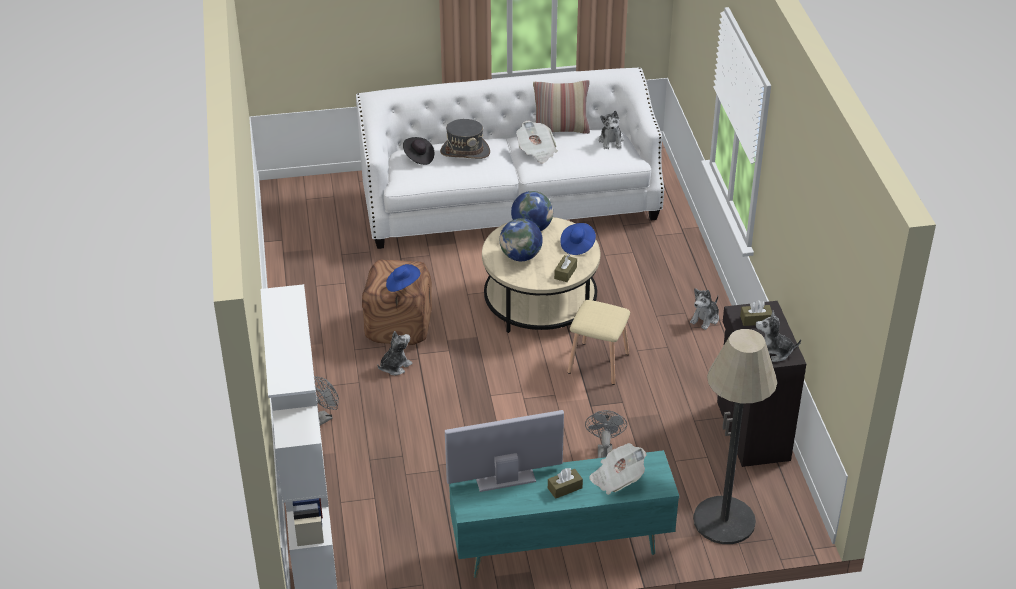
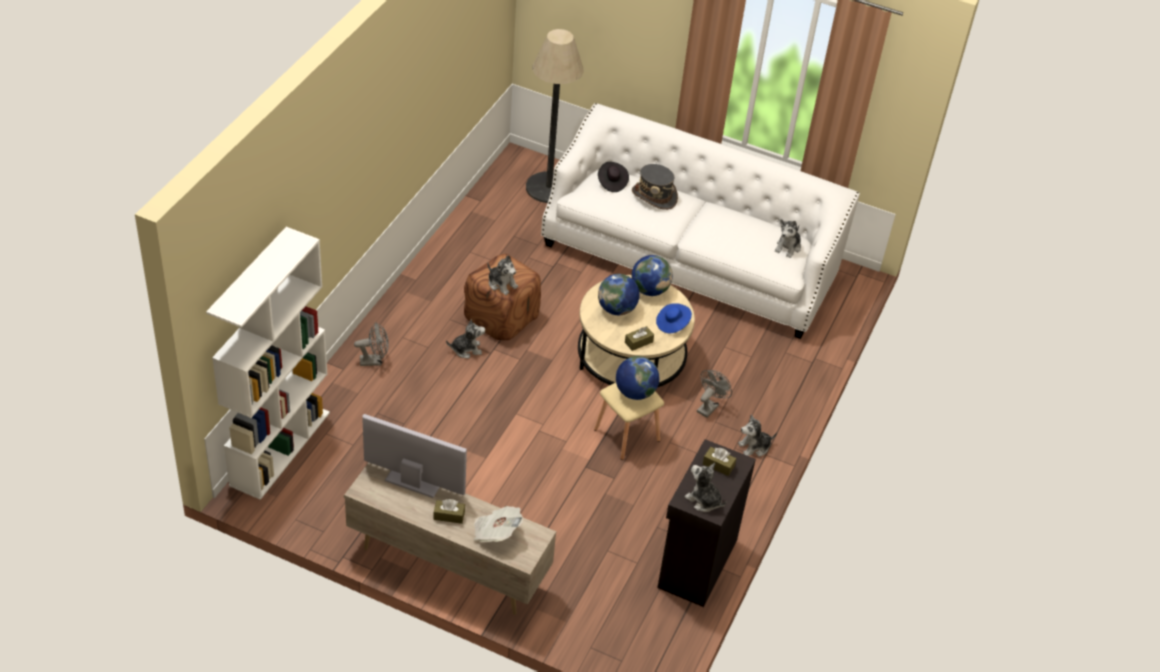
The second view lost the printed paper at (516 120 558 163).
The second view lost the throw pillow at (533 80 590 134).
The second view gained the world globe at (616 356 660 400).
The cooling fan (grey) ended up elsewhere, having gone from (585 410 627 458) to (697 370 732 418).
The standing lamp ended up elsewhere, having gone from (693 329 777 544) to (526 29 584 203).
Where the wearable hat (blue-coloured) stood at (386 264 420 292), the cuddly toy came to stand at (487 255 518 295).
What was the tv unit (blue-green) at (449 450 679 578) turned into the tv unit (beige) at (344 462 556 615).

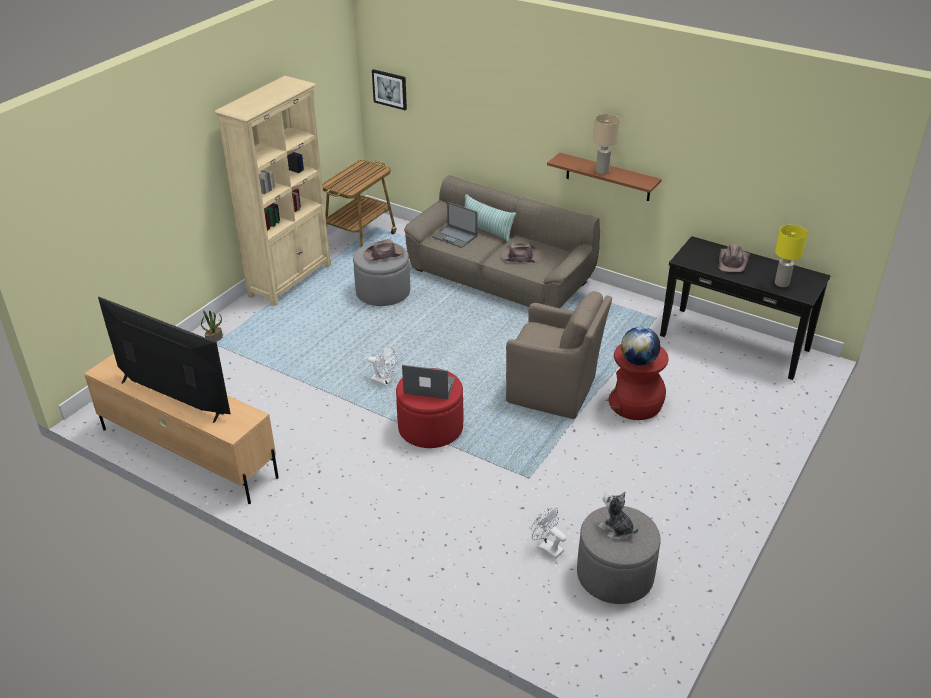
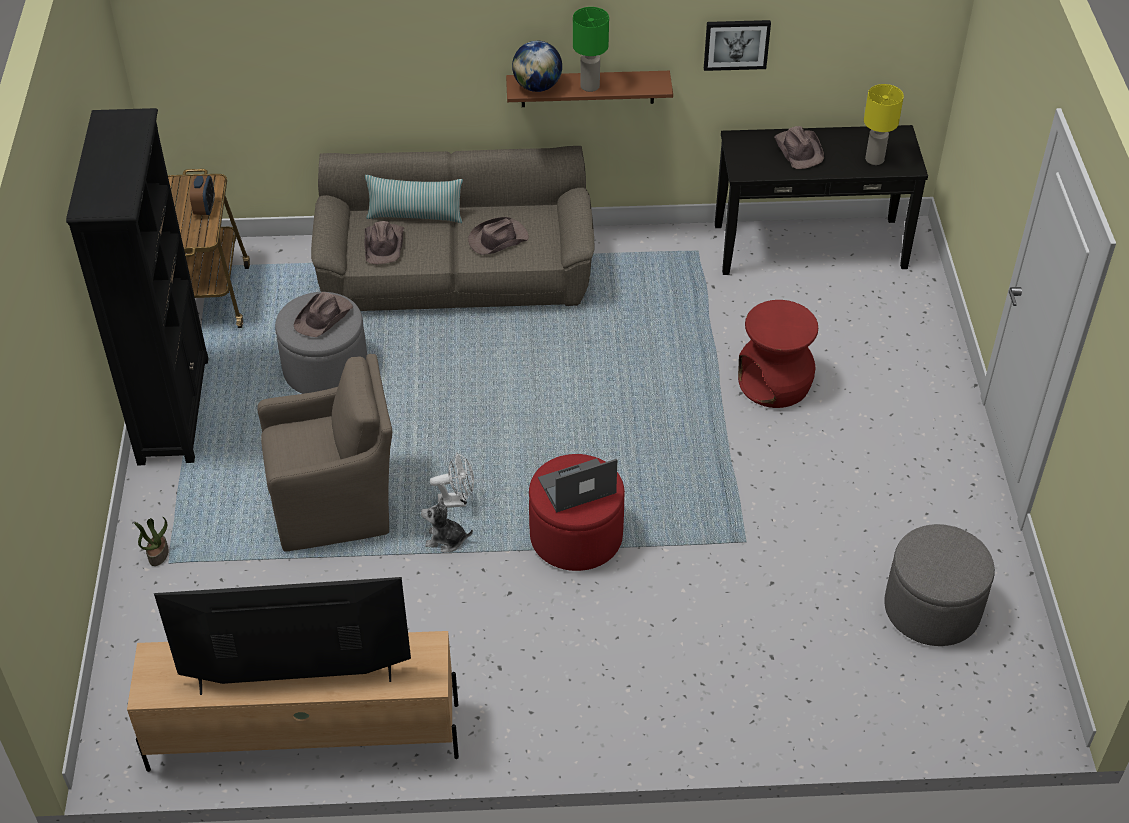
The second view lost the cooling fan (whitish) at (531 508 567 559).
The second view gained the alarm clock at (190 175 215 215).
The picture ended up elsewhere, having gone from (372 69 407 110) to (704 20 771 71).
The armchair (brown) ended up elsewhere, having gone from (506 291 612 419) to (257 354 392 551).
The cuddly toy ended up elsewhere, having gone from (598 492 638 540) to (421 497 473 553).
The world globe ended up elsewhere, having gone from (621 327 661 365) to (512 41 562 92).
Where the portable computer stood at (432 202 477 248), the wearable hat (brown) came to stand at (365 221 404 264).
What was the shelving unit (beige) at (215 76 331 307) turned into the shelving unit (black) at (66 108 208 465).
What was the table lamp (beige) at (593 114 620 174) turned into the table lamp (green-coloured) at (573 7 609 92).

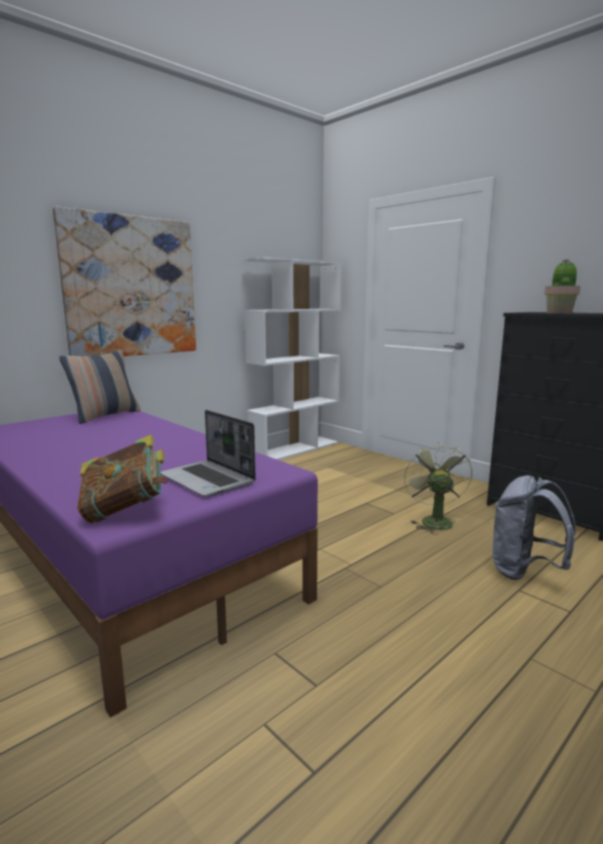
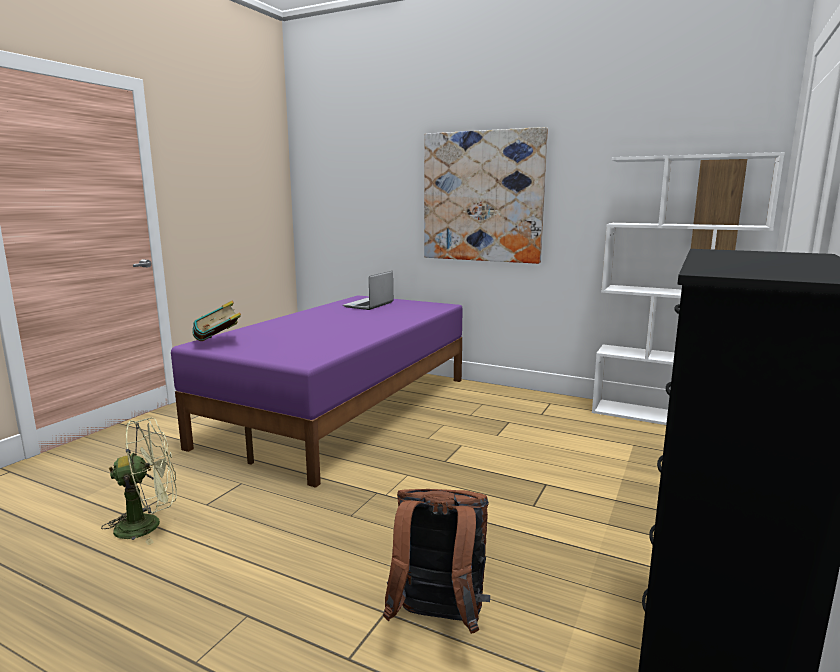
The second view lost the throw pillow at (59 350 141 424).
The second view lost the plant in a pot at (544 259 581 313).
The portable computer ended up elsewhere, having gone from (161 410 256 497) to (343 271 393 310).
The cooling fan (green-coloured) ended up elsewhere, having gone from (404 442 472 534) to (101 418 177 545).
What was the backpack (grey) at (493 475 576 580) turned into the backpack (brown) at (383 489 490 634).

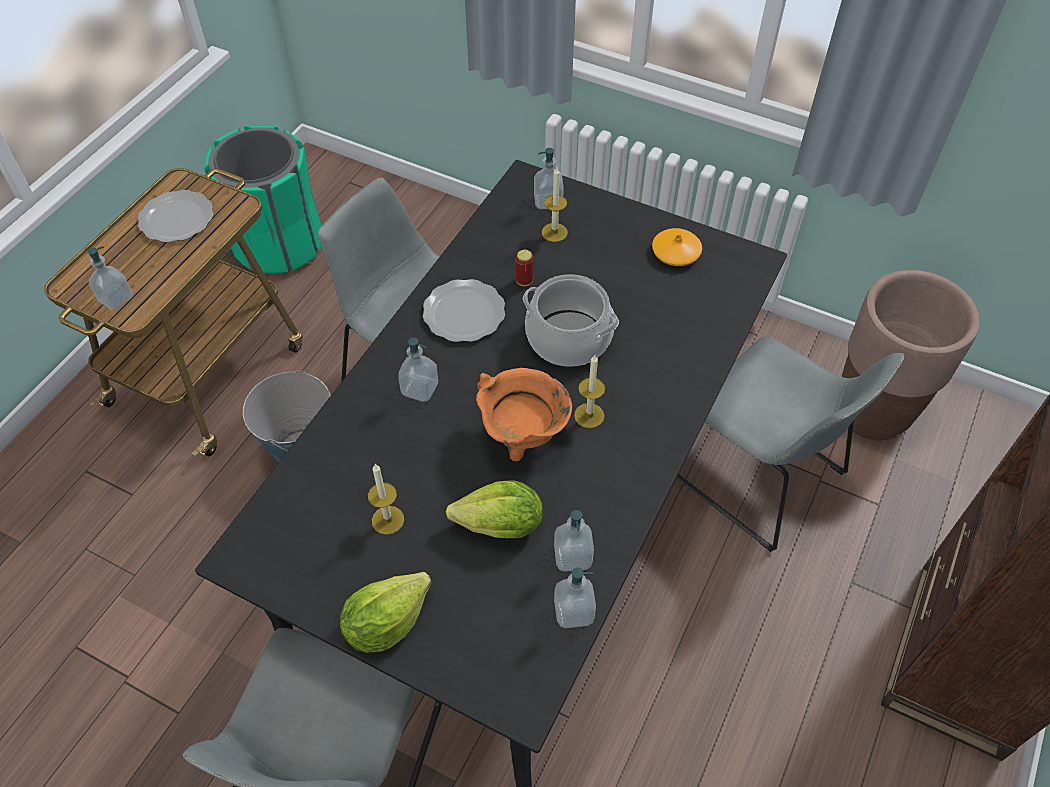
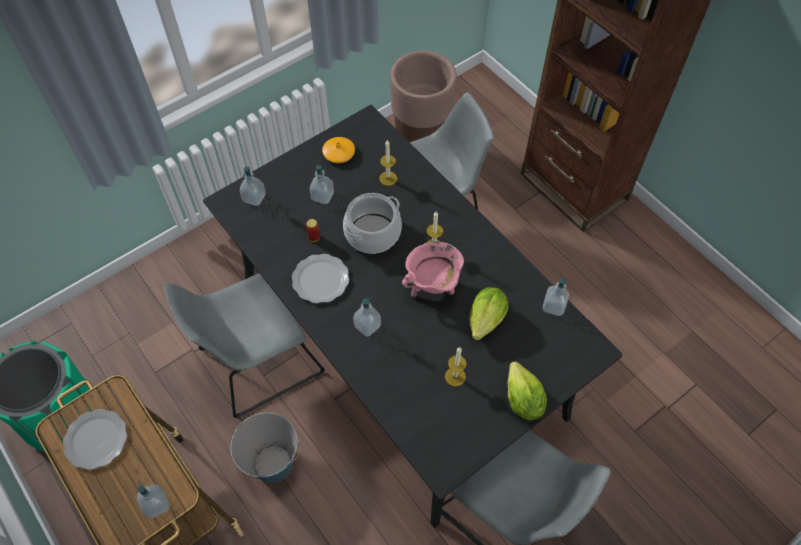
The candle ended up elsewhere, having gone from (542 167 568 242) to (379 140 397 186).
The soap dispenser ended up elsewhere, having gone from (554 510 594 571) to (310 165 334 204).
What was the stockpot (orange-coloured) at (476 368 572 461) turned into the stockpot (pink) at (402 241 464 298).

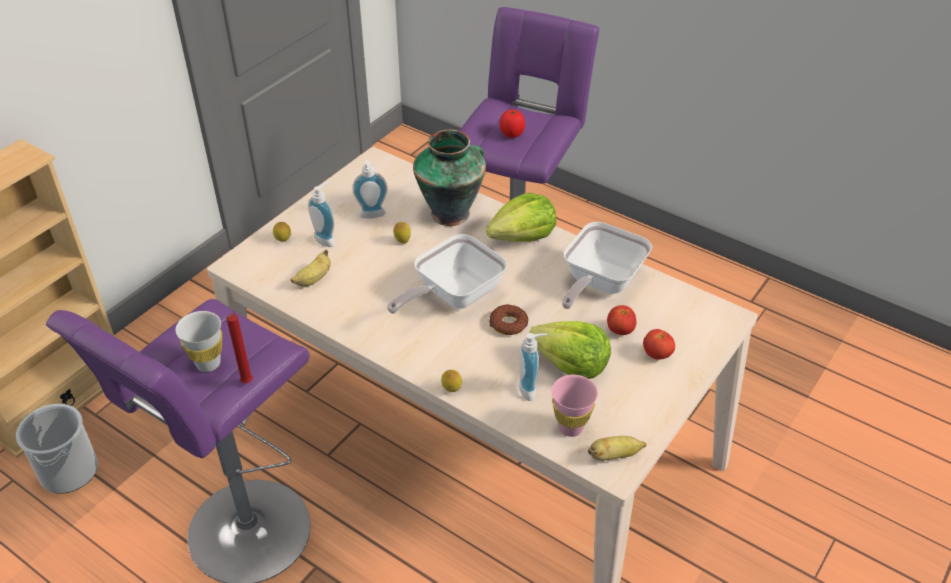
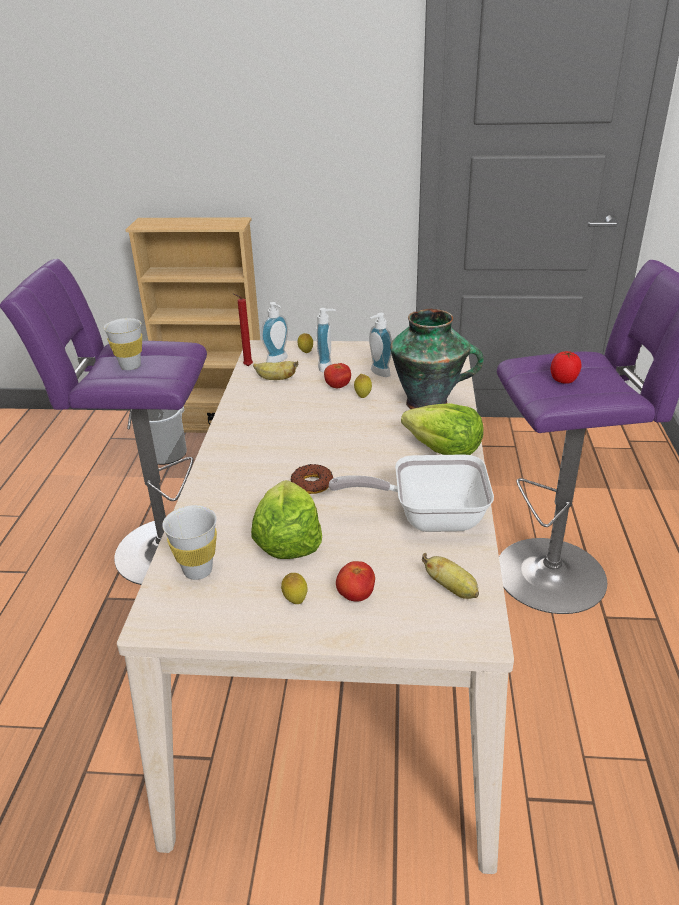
The second view lost the skillet at (387 234 507 314).
The candle (reddish) ended up elsewhere, having gone from (227 314 253 383) to (234 294 253 366).
The citrus fruit ended up elsewhere, having gone from (441 370 462 392) to (281 573 308 604).
The soap dispenser ended up elsewhere, having gone from (519 333 547 401) to (261 302 288 363).
The banana ended up elsewhere, having gone from (588 436 647 461) to (422 553 479 599).
The fresh tomato ended up elsewhere, having gone from (607 305 637 335) to (324 363 351 388).
What was the small cup (pink) at (552 375 598 437) turned into the small cup (whitish) at (162 505 217 580).

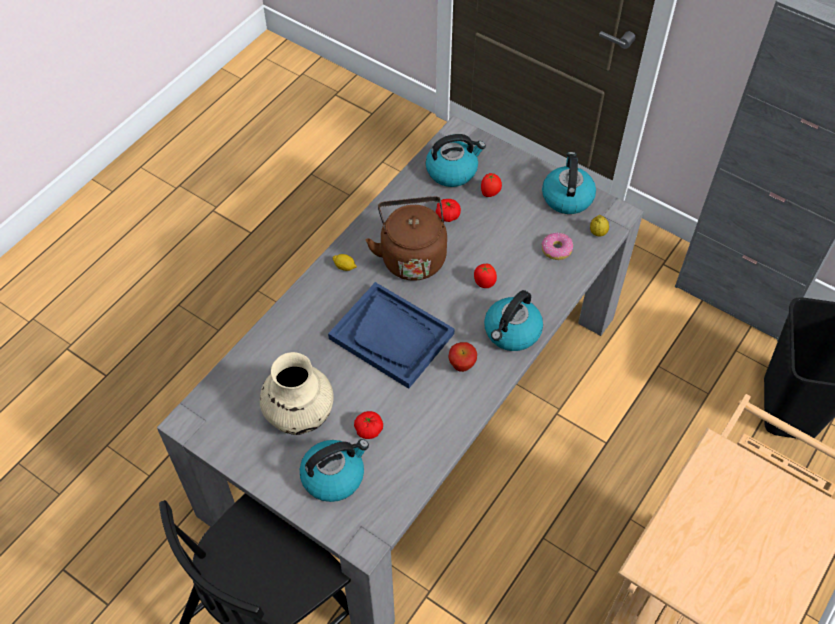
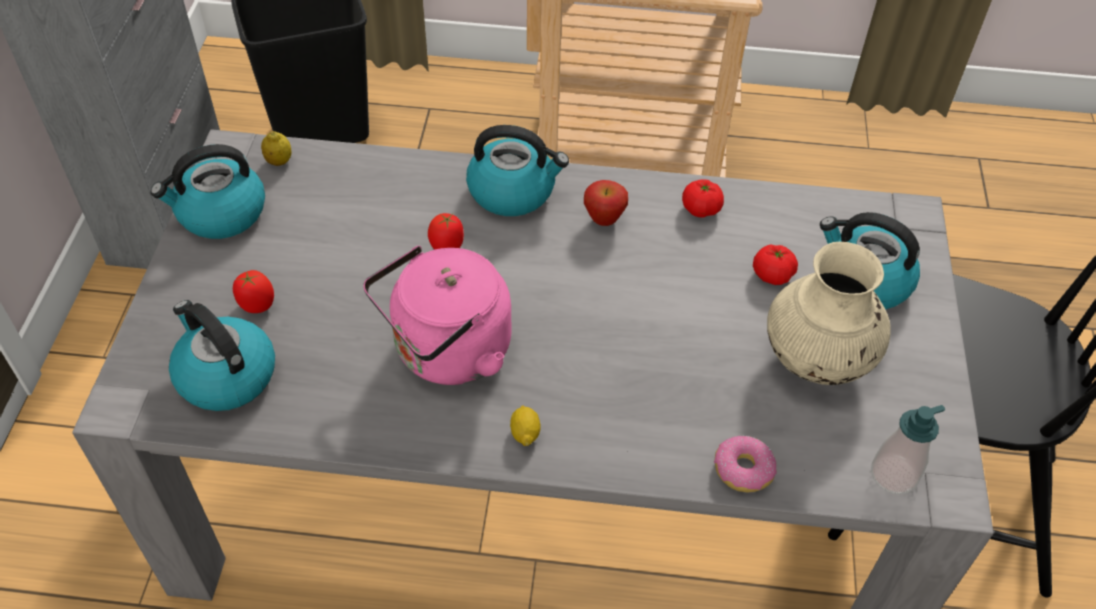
The second view lost the serving tray (blue-coloured) at (328 282 455 389).
The second view gained the soap dispenser at (871 405 945 494).
The fresh tomato ended up elsewhere, having gone from (436 199 461 222) to (682 179 724 218).
The donut ended up elsewhere, having gone from (541 232 573 260) to (714 435 777 493).
What was the tea kettle (brown) at (366 196 447 281) turned into the tea kettle (pink) at (363 246 511 385).

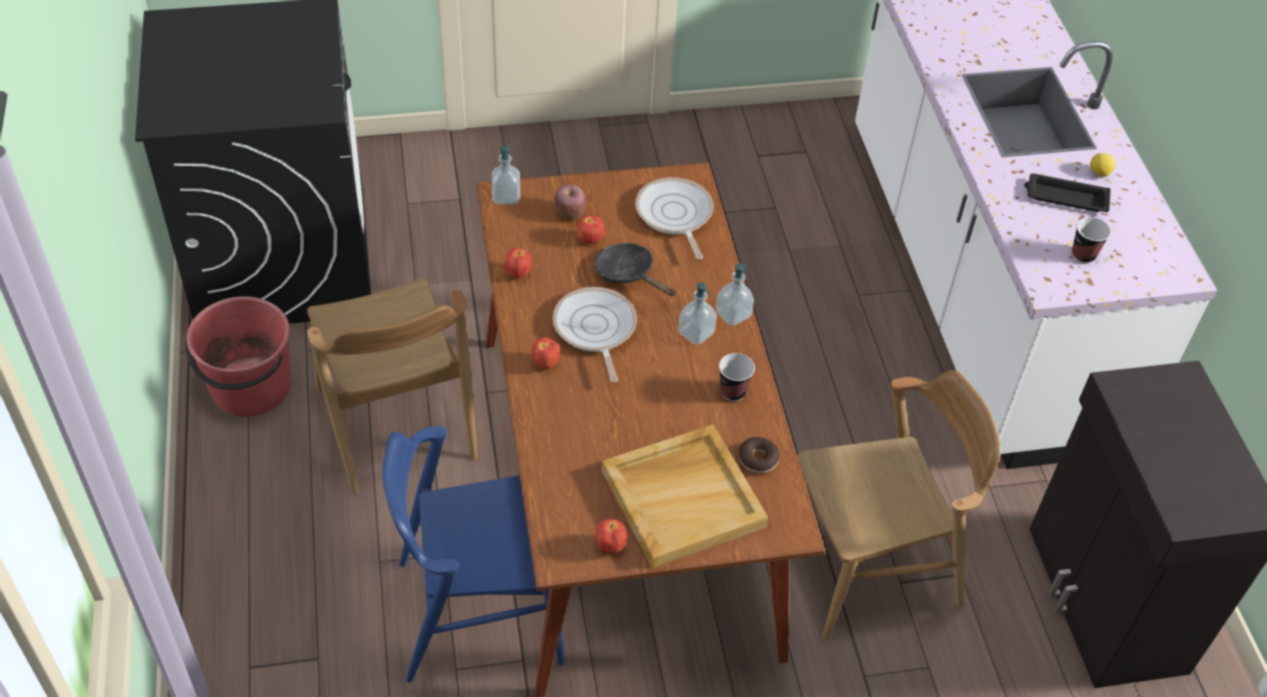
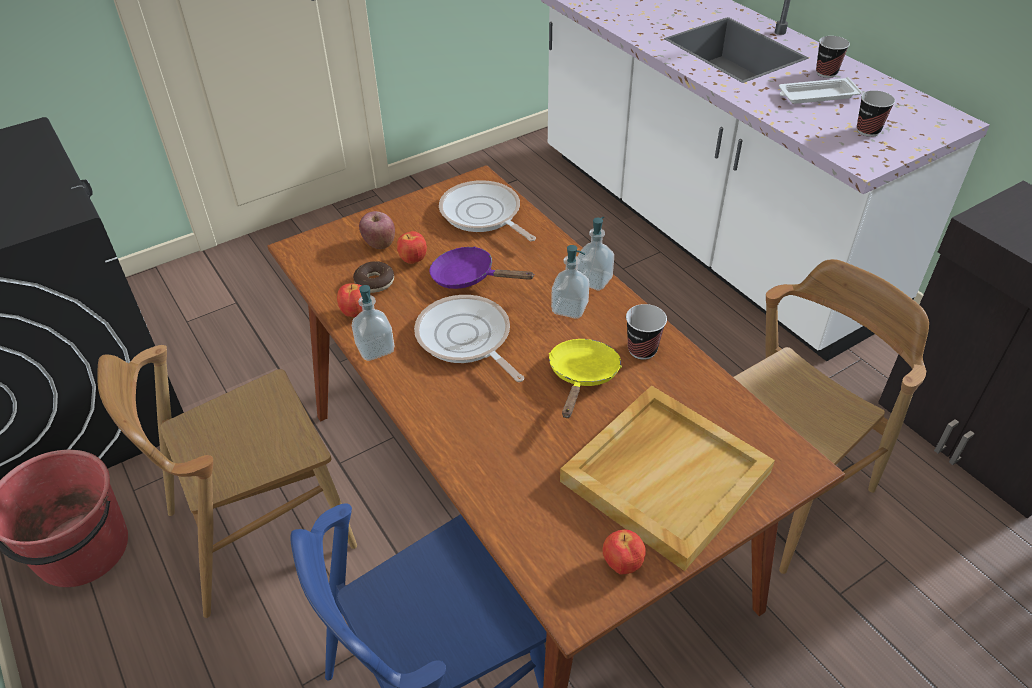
The second view lost the whole apple at (531 337 560 369).
The second view gained the skillet (yellow-coloured) at (549 339 622 418).
The soap dispenser ended up elsewhere, having gone from (492 146 520 204) to (352 285 394 361).
The donut ended up elsewhere, having gone from (739 437 780 473) to (353 261 394 293).
Where the citrus fruit stood at (1090 153 1116 177), the small cup came to stand at (816 36 850 78).
What was the skillet (black) at (594 243 676 297) turned into the skillet (purplish) at (430 246 535 289).
What was the serving tray (black) at (1024 173 1111 212) turned into the serving tray (whitish) at (779 77 862 104).
The chair (brown) at (307 278 478 495) ended up facing another way, 105 degrees clockwise from before.

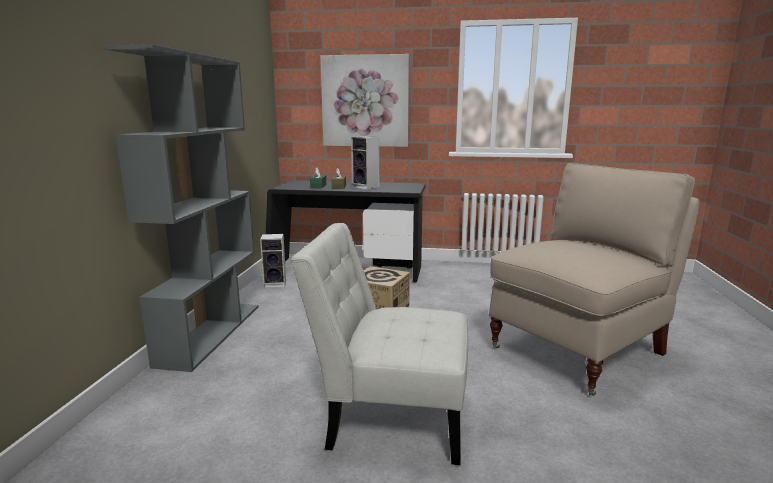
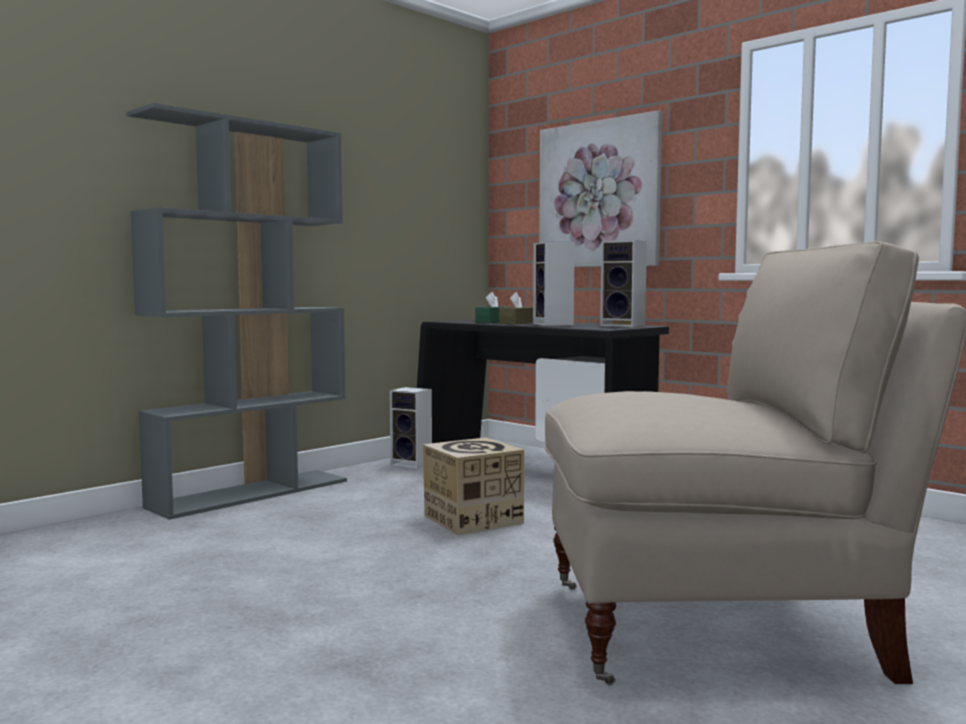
The second view lost the chair (whitish) at (291 223 468 465).
The second view gained the speaker at (600 240 647 327).

